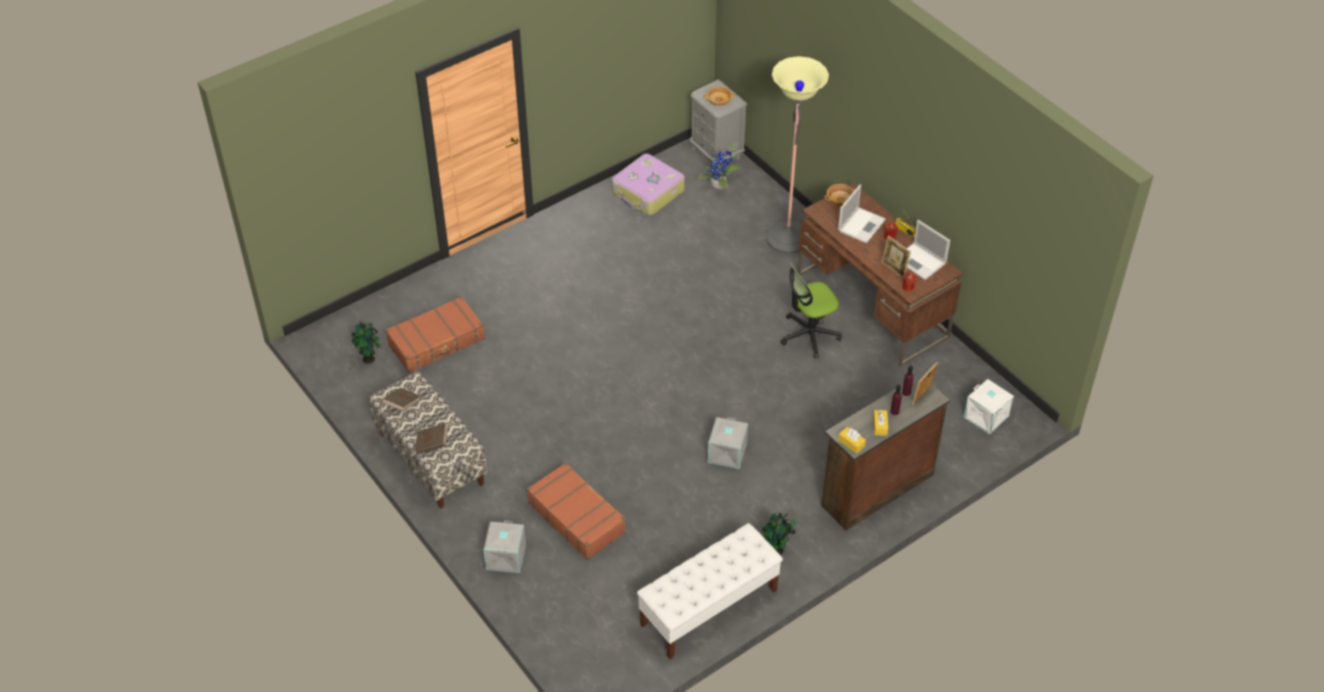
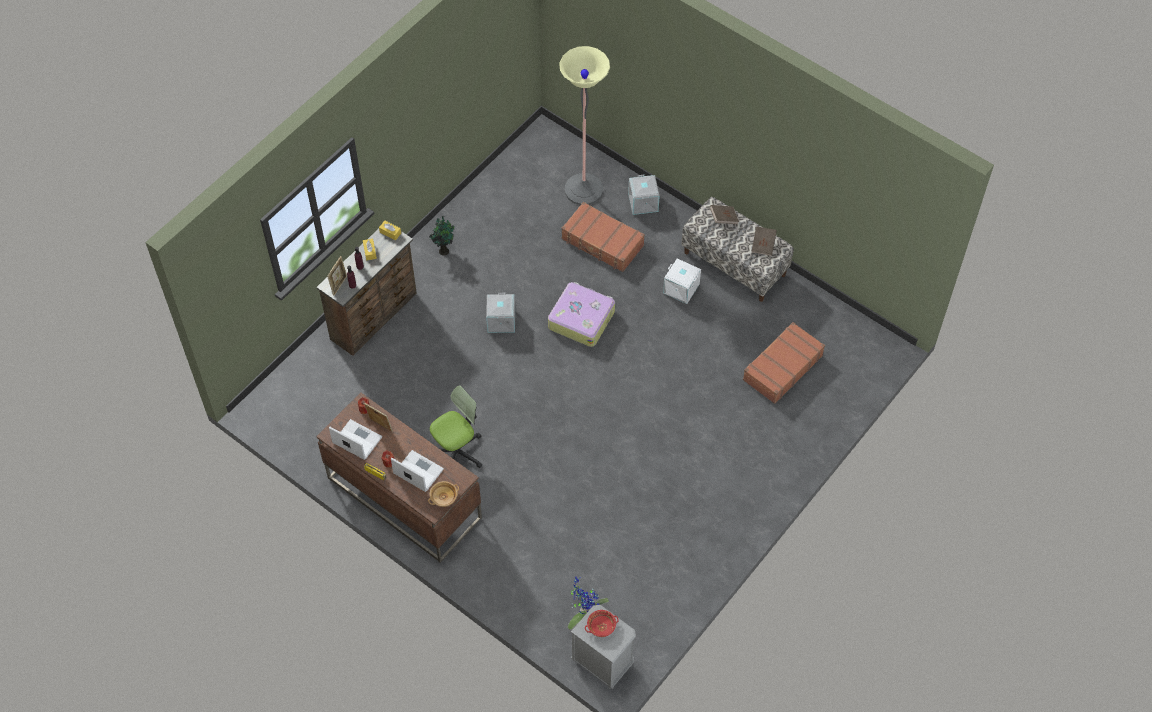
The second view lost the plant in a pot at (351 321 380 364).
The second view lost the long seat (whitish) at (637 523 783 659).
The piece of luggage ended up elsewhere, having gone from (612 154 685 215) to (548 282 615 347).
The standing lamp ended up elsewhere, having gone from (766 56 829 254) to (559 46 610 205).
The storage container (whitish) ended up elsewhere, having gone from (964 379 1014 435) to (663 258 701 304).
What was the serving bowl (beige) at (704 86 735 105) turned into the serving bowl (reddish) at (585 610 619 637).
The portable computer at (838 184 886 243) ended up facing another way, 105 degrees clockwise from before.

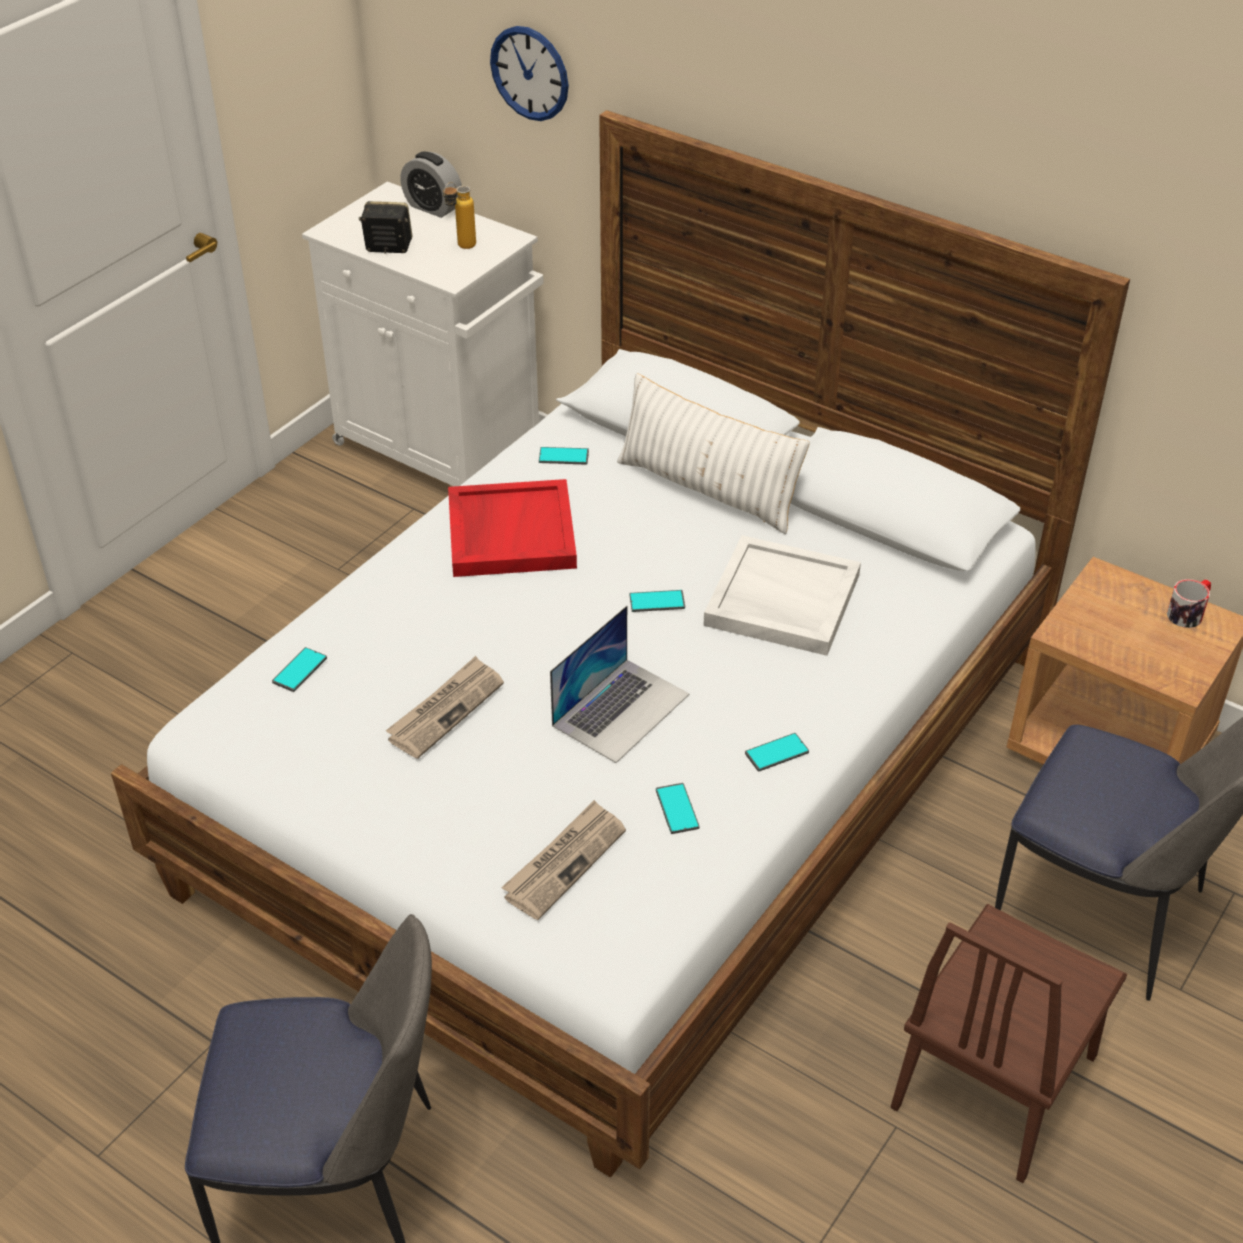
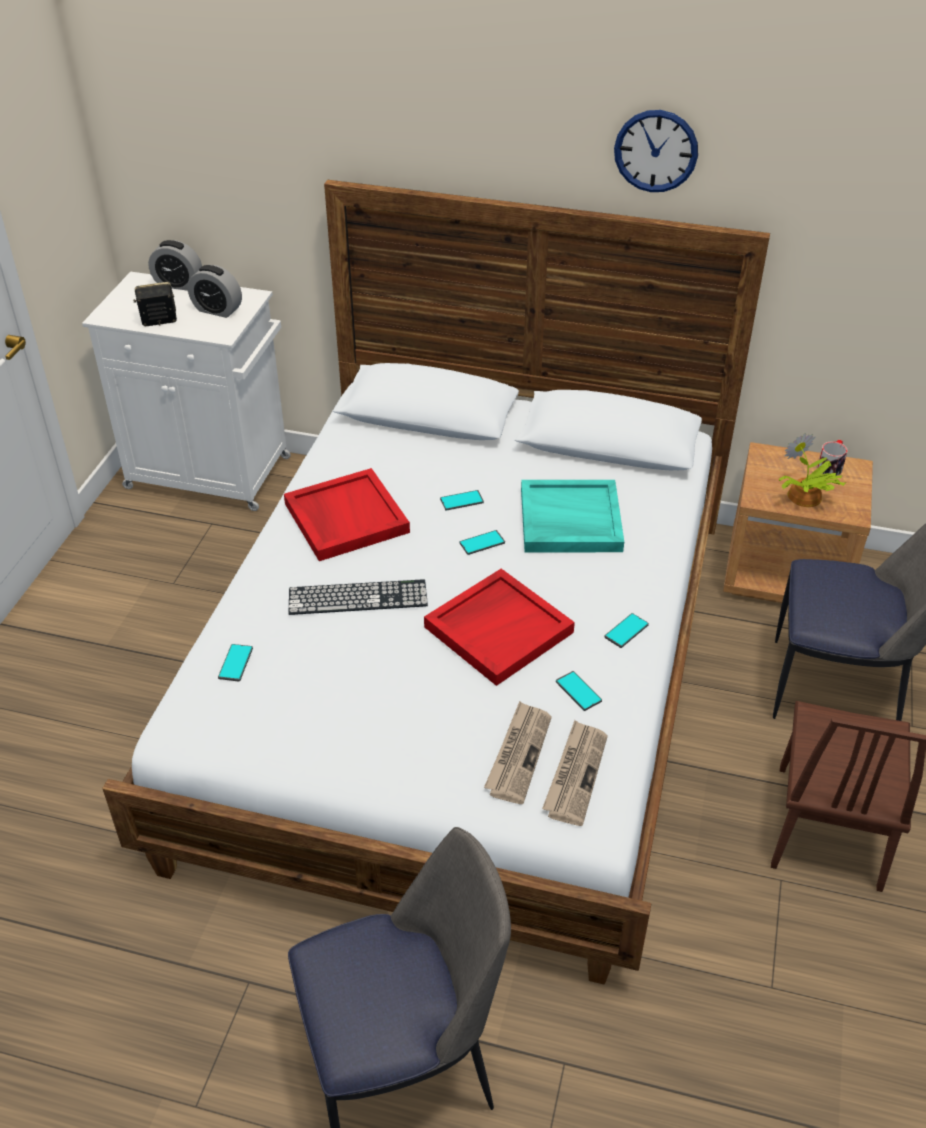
The second view lost the throw pillow (whitish) at (617 373 810 534).
The second view gained the keyboard at (289 579 428 615).
The second view gained the plant in a pot at (778 433 847 507).
The printed paper ended up elsewhere, having gone from (386 656 504 759) to (542 720 608 826).
The hanging clock ended up elsewhere, having gone from (490 26 569 121) to (614 110 698 192).
The handset ended up elsewhere, having gone from (539 447 589 465) to (440 490 484 510).
Where the beverage bottle stood at (443 182 476 249), the alarm clock came to stand at (188 265 242 318).
Where the portable computer stood at (550 605 690 763), the serving tray (reddish) came to stand at (424 569 575 686).
What was the serving tray (whitish) at (703 535 861 656) turned into the serving tray (blue-green) at (521 480 624 552).

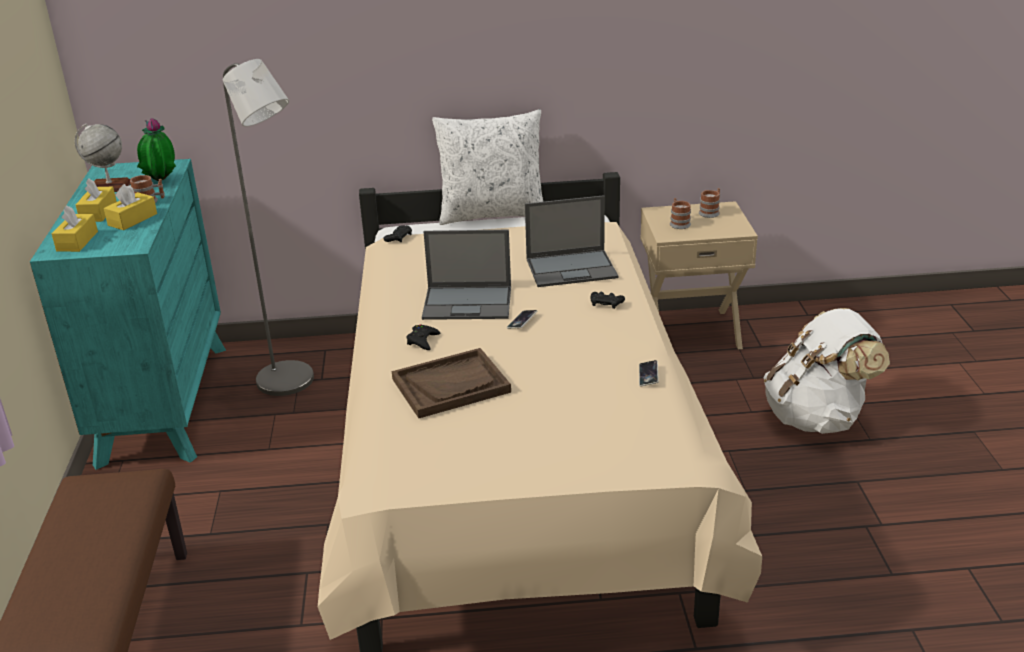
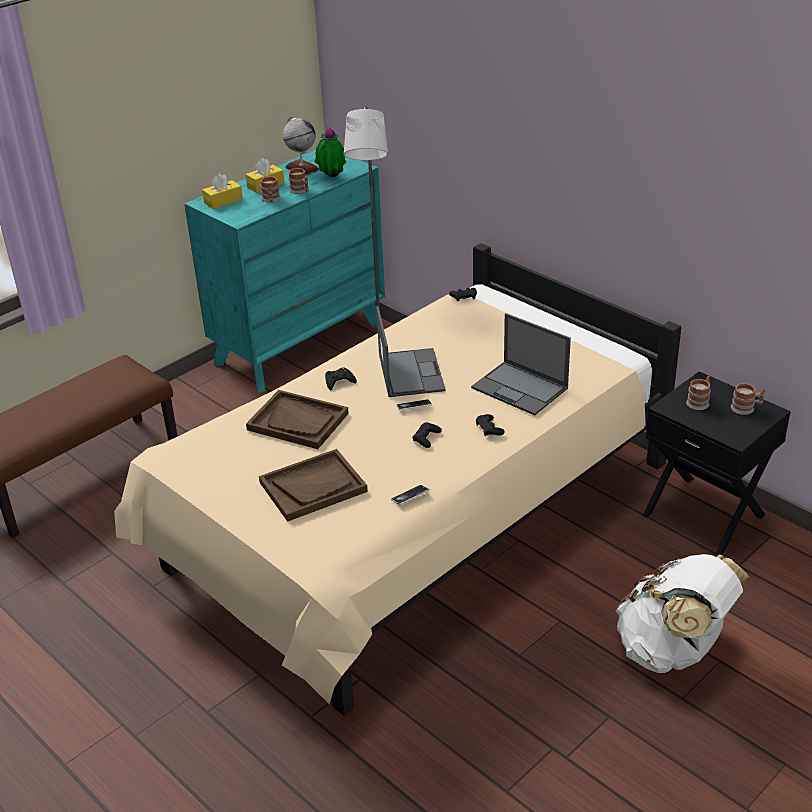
The second view lost the throw pillow (whitish) at (432 109 543 225).
The second view gained the serving tray (brown) at (259 449 368 522).
The second view gained the game controller (black) at (413 422 442 448).
Where the box of tissues (yellow-coloured) stood at (104 184 157 230), the tea mug came to stand at (260 176 280 203).
What was the nightstand (beige) at (640 201 758 349) turned into the nightstand (black) at (642 371 791 556).
The portable computer at (422 230 511 320) ended up facing another way, 150 degrees counterclockwise from before.

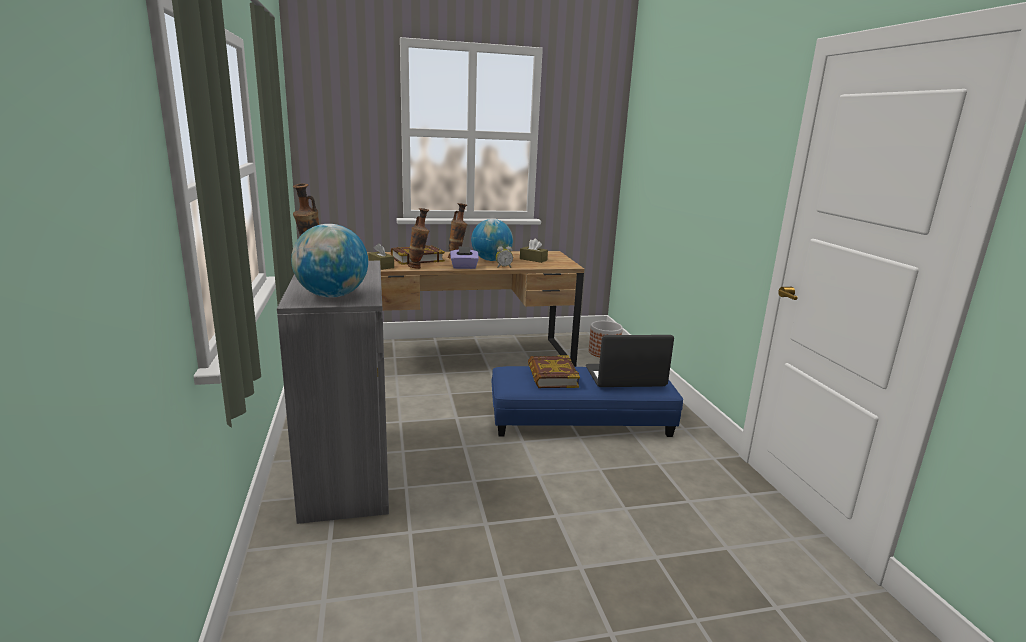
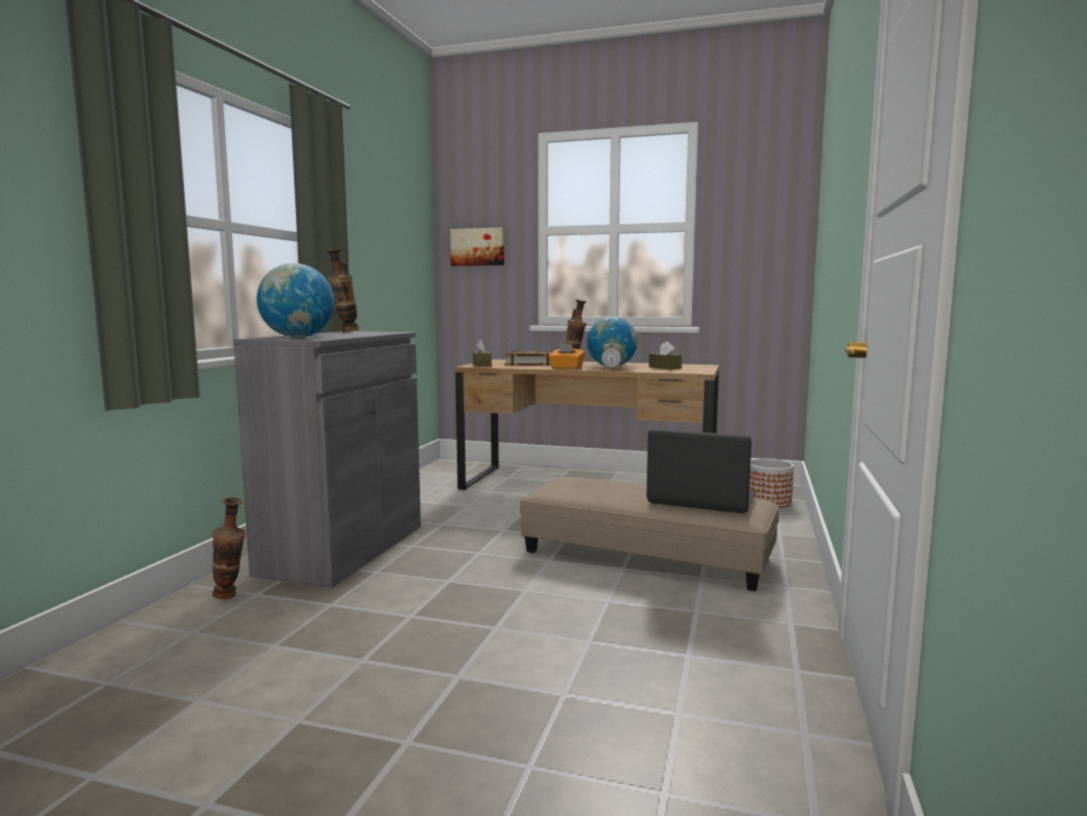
The second view lost the volume at (528 356 580 388).
The second view gained the picture at (450 227 504 266).
The vase ended up elsewhere, having gone from (408 208 430 269) to (212 498 246 599).
What was the box of tissues (purplish) at (450 247 479 269) turned into the box of tissues (orange-coloured) at (548 343 585 370).
What was the ottoman (blue-coloured) at (492 366 683 437) turned into the ottoman (beige) at (520 477 779 591).

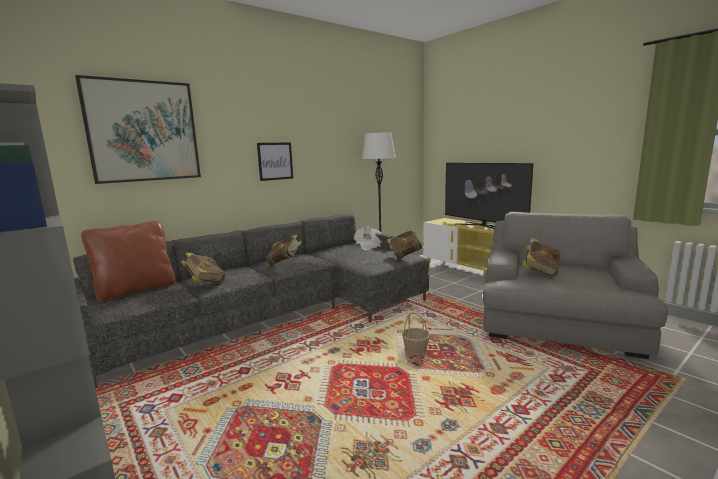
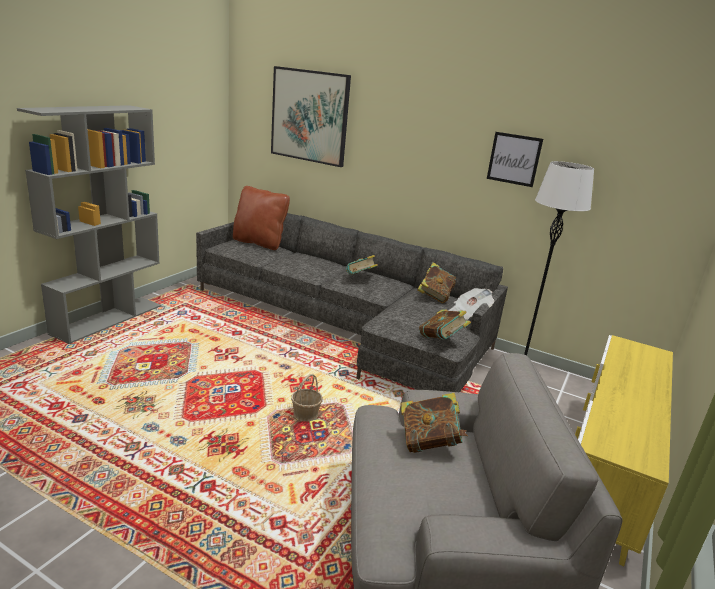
The second view lost the television at (445 163 533 229).
The volume ended up elsewhere, having gone from (181 252 225 283) to (417 262 456 303).
The picture ended up elsewhere, having gone from (257 142 293 181) to (487 132 543 187).

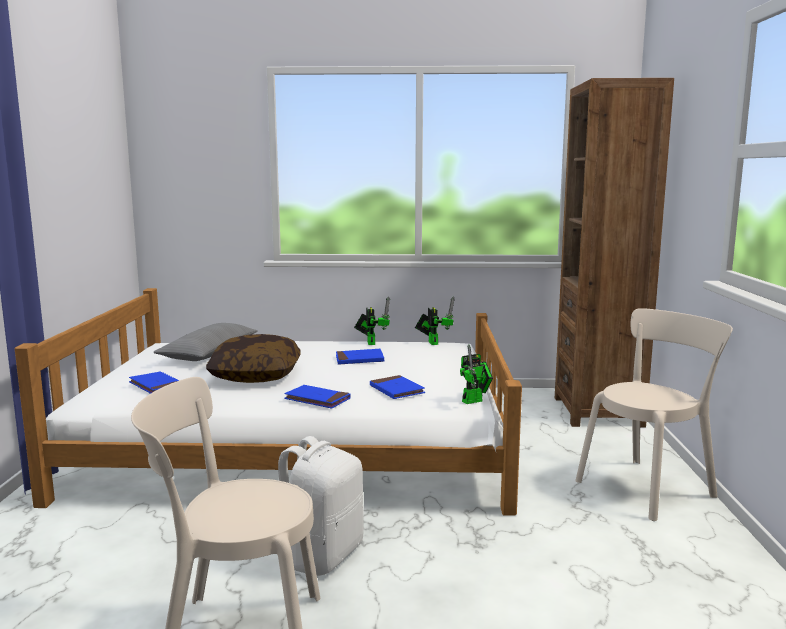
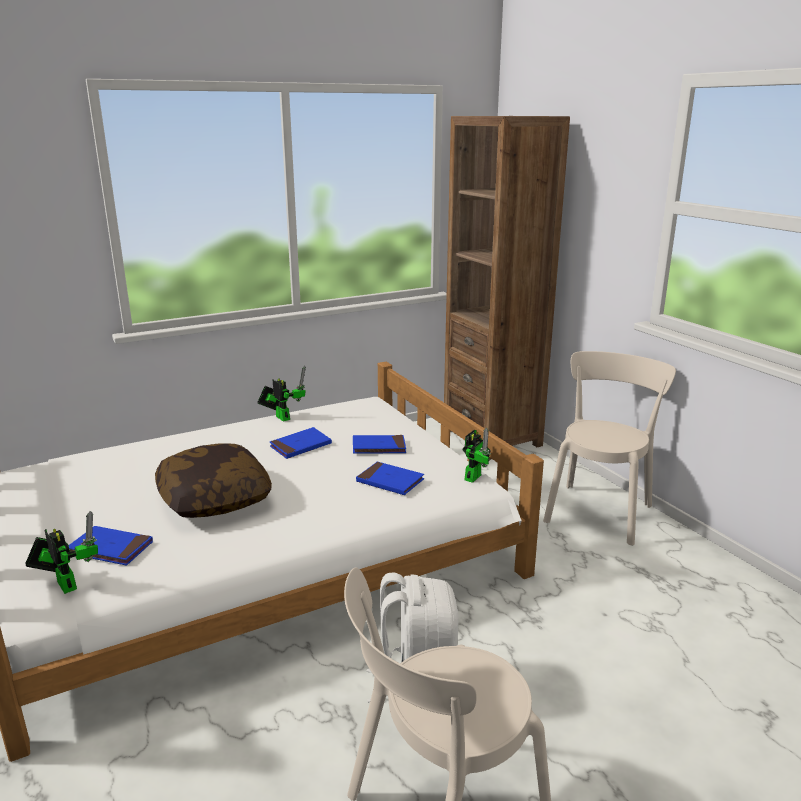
The second view lost the throw pillow (grey) at (153 323 258 361).
The volume (blue-coloured) ended up elsewhere, having gone from (284 385 351 409) to (353 435 406 454).
The model robot ended up elsewhere, having gone from (415 296 455 345) to (25 511 98 594).

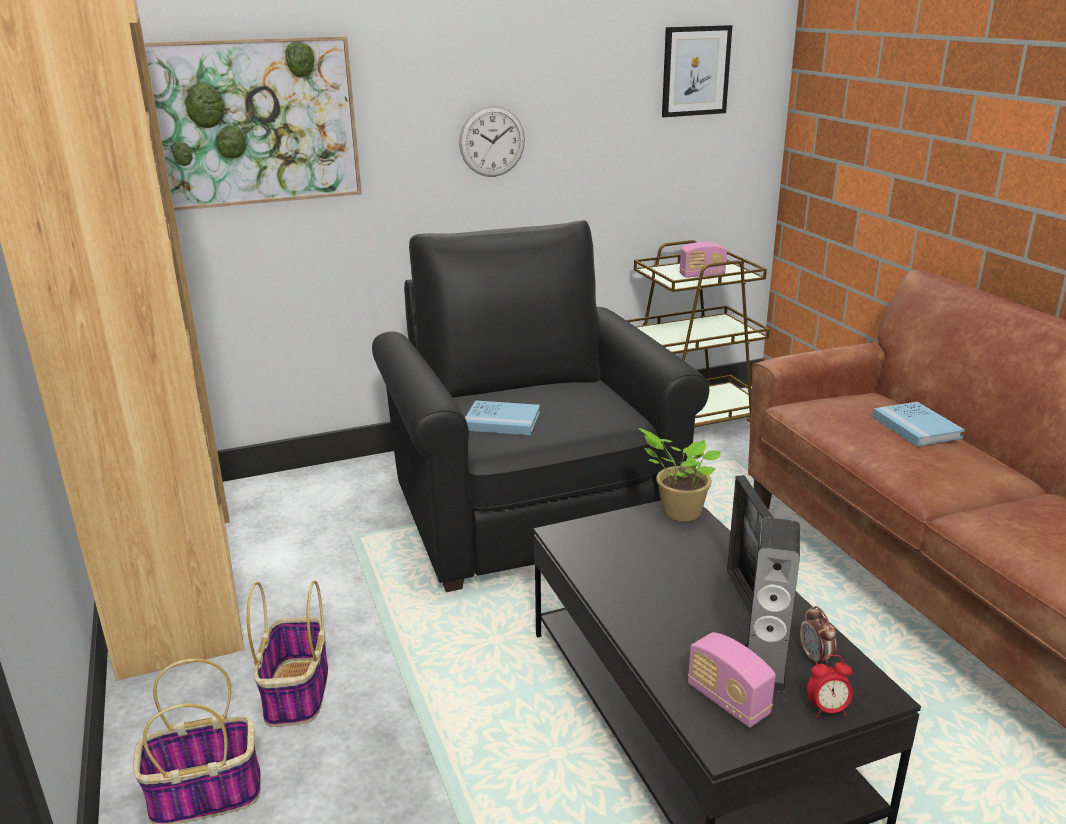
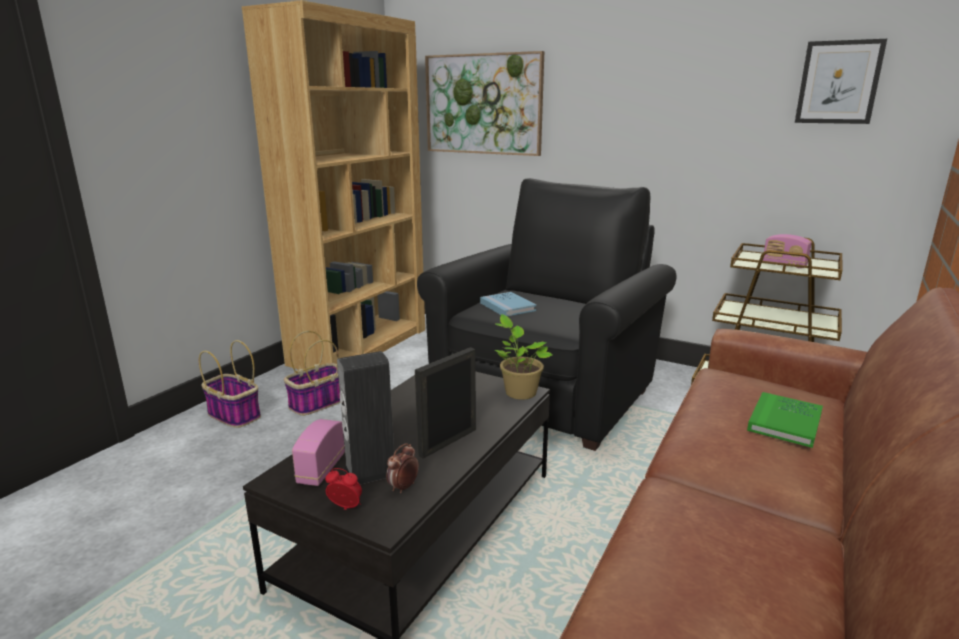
The second view lost the hanging clock at (459 106 525 177).
What was the volume (blue-coloured) at (872 402 965 446) turned into the volume (green-coloured) at (747 392 823 448).
The alarm clock at (807 655 853 718) ended up facing another way, 150 degrees clockwise from before.

